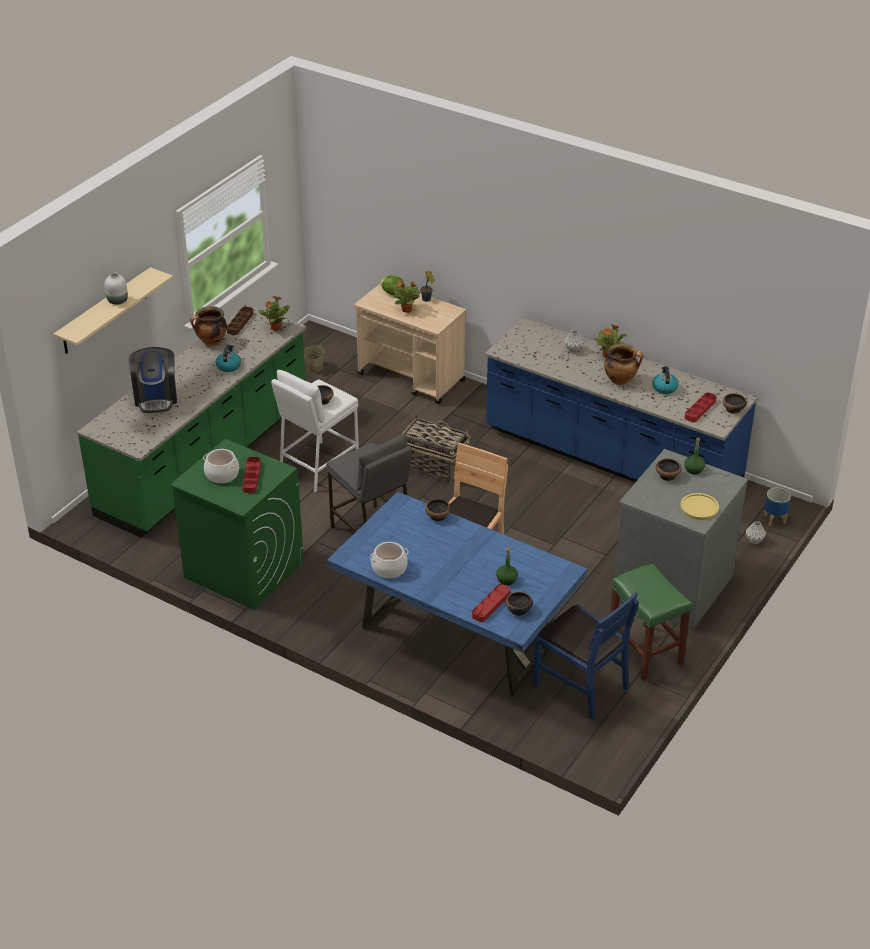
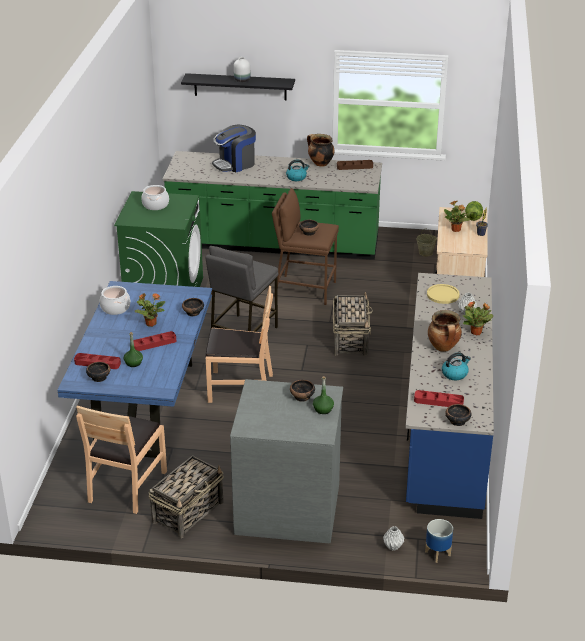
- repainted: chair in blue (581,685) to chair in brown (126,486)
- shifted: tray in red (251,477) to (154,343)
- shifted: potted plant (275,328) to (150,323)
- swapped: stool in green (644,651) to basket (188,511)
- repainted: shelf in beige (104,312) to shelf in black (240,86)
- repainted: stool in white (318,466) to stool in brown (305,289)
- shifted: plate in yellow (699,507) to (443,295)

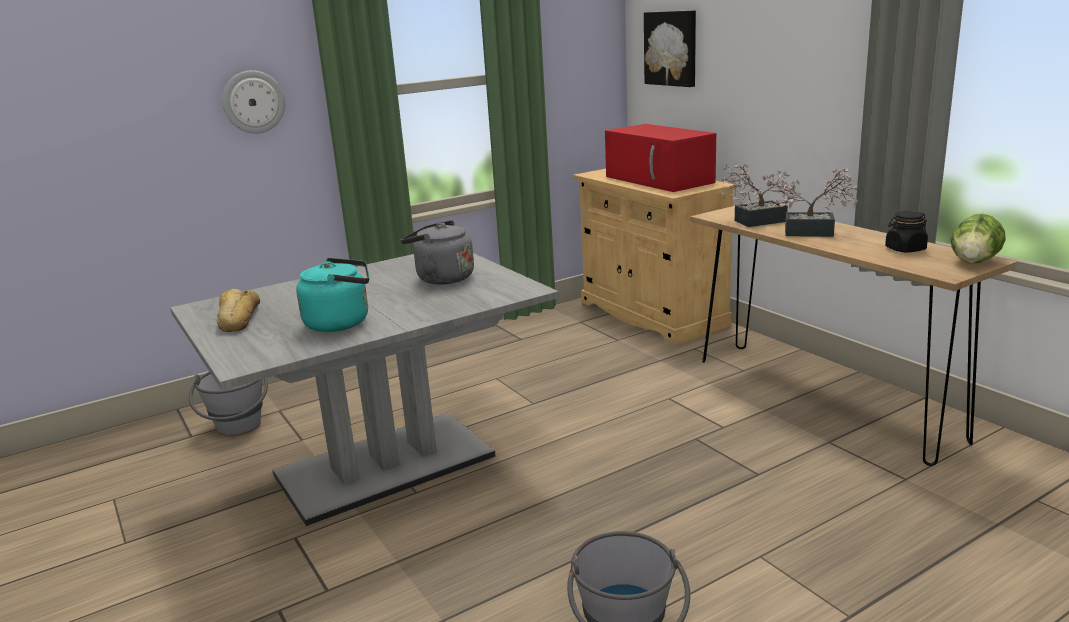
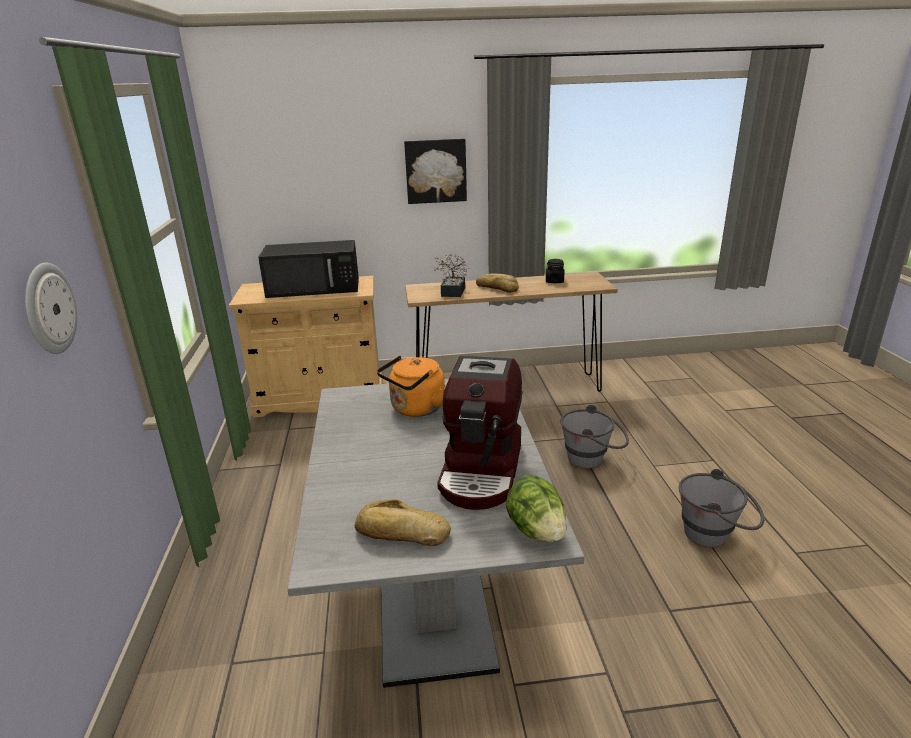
- repainted: microwave in red (660,180) to microwave in black (315,287)
- repainted: kettle in grey (441,278) to kettle in orange (415,409)
- shifted: picture (671,48) to (435,171)
- swapped: kettle in turquoise (342,322) to coffee machine (482,471)
- swapped: potted plant (815,232) to bread (497,287)
- shifted: lettuce (974,262) to (536,530)
- shifted: bucket in grey (238,430) to (592,459)

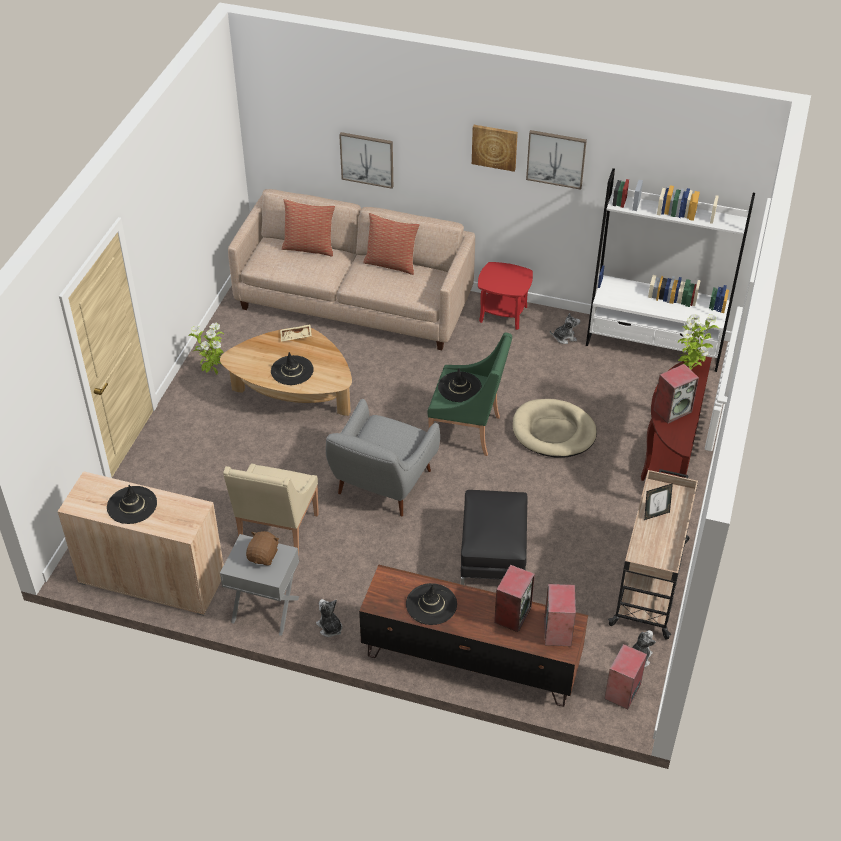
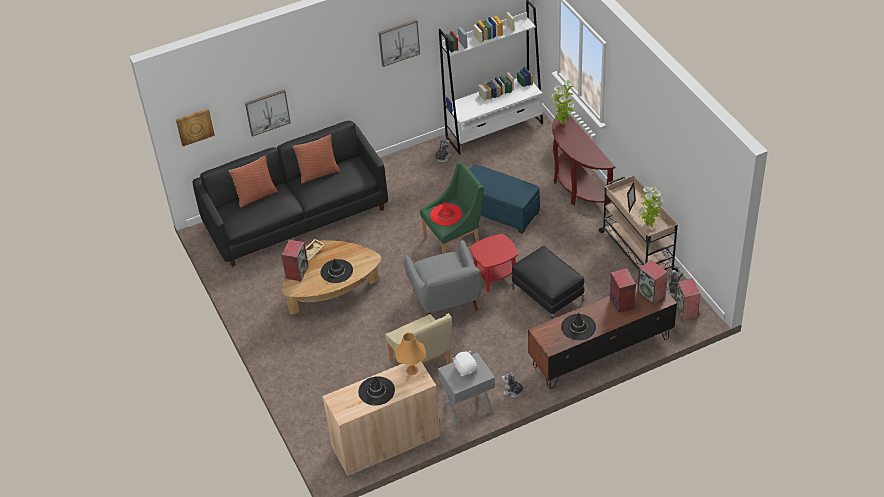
- shifted: picture (494,147) to (194,126)
- repainted: sofa in beige (355,301) to sofa in black (296,216)
- shifted: speaker (672,410) to (297,272)
- new: table lamp in orange (412,370)
- repainted: hat in black (459,387) to hat in red (446,215)
- repainted: plush toy in brown (263,556) to plush toy in white (465,369)
- swapped: dog bed in beige (553,431) to ottoman in blue (499,211)
- shifted: side table in red (503,314) to (495,276)
- shifted: potted plant (212,372) to (648,226)

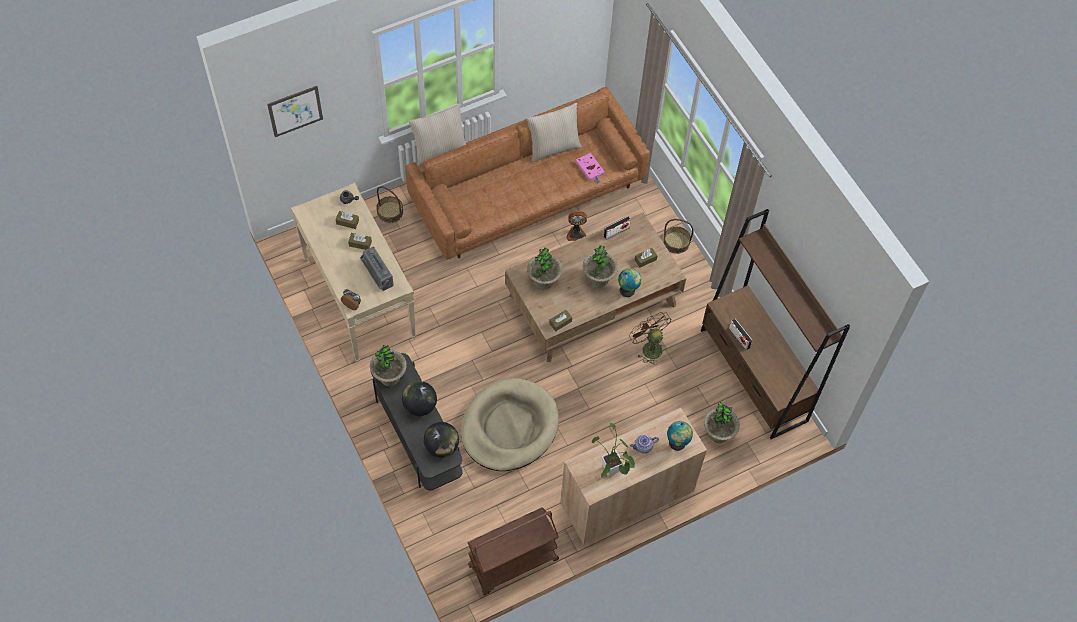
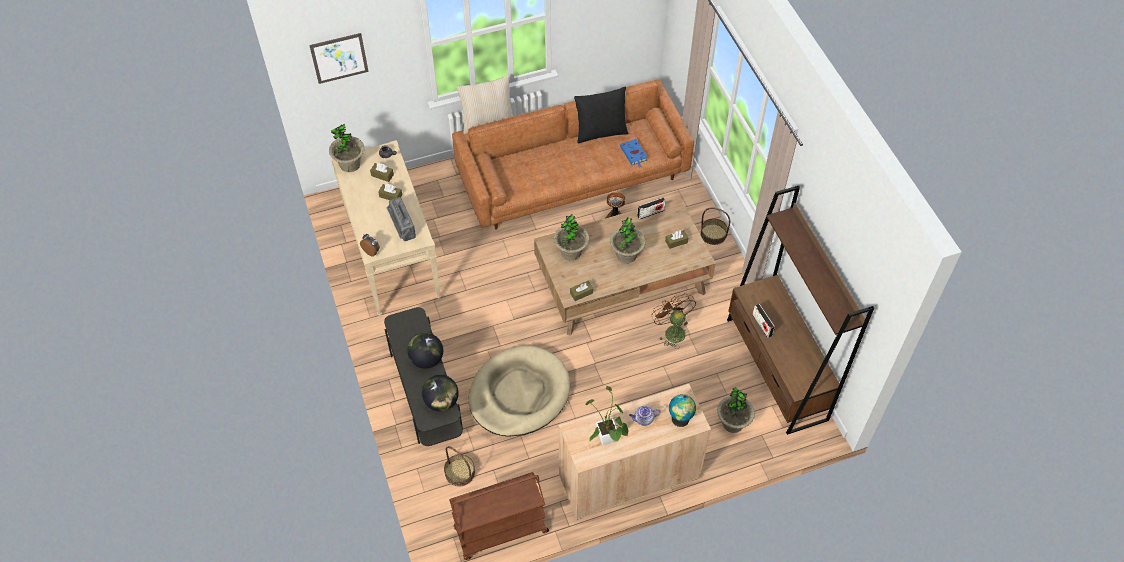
- shifted: potted plant (389,376) to (350,164)
- shifted: basket (390,212) to (459,472)
- repainted: pillow in beige (553,147) to pillow in black (600,132)
- repainted: book in pink (590,169) to book in blue (634,154)
- gone: globe (628,290)

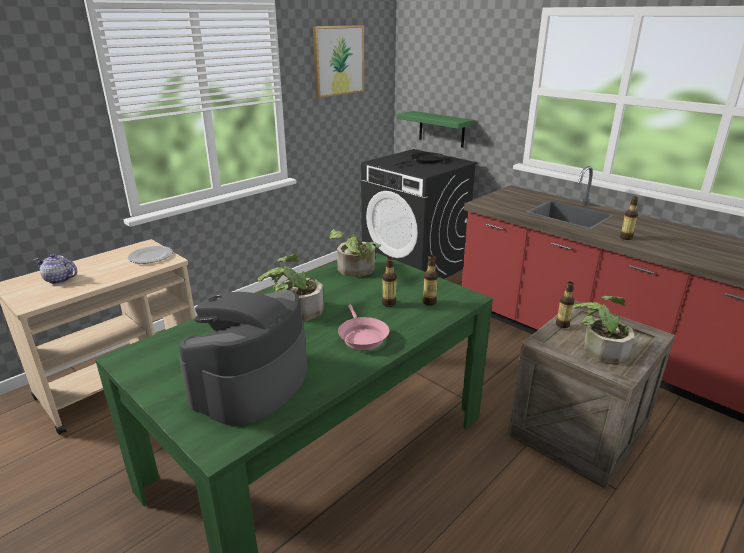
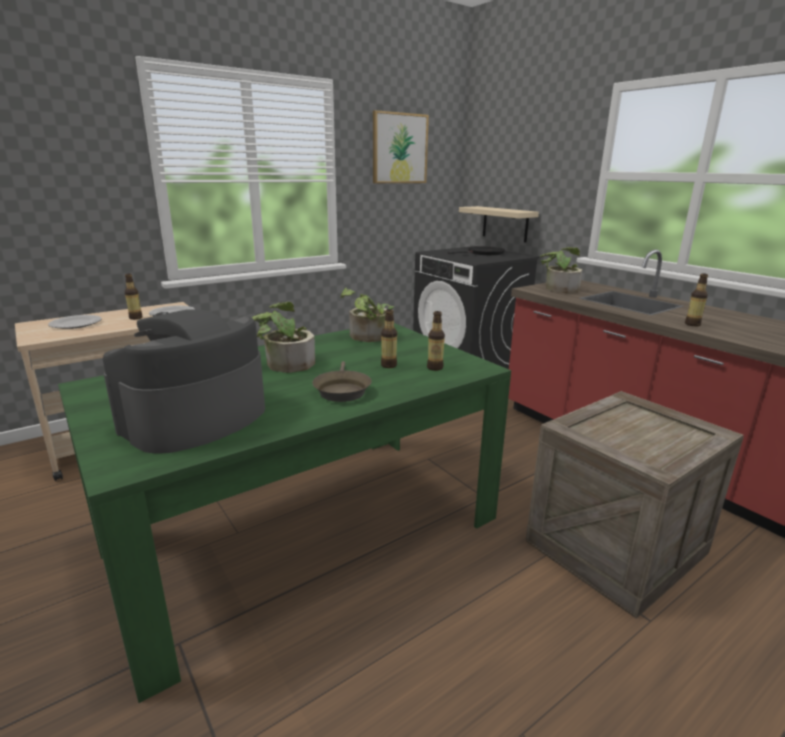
- swapped: teapot (59,280) to plate (75,324)
- shifted: bottle (562,325) to (135,318)
- repainted: frying pan in pink (362,336) to frying pan in brown (341,390)
- repainted: shelf in green (441,129) to shelf in beige (505,224)
- shifted: potted plant (599,349) to (558,288)

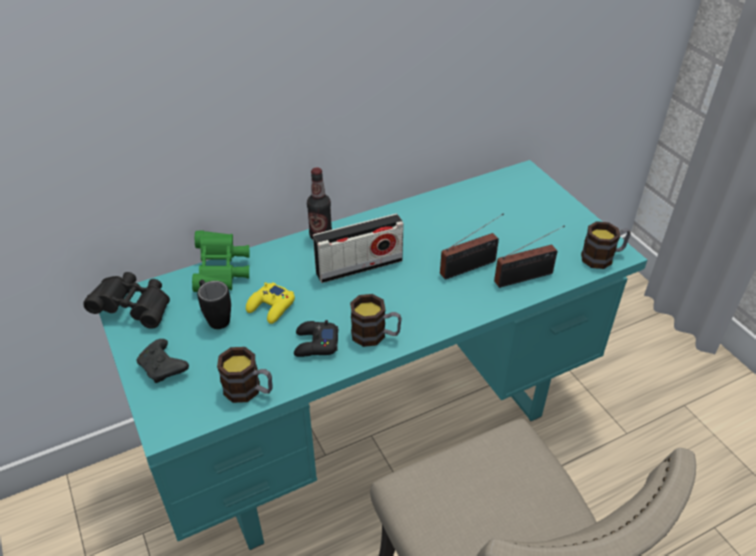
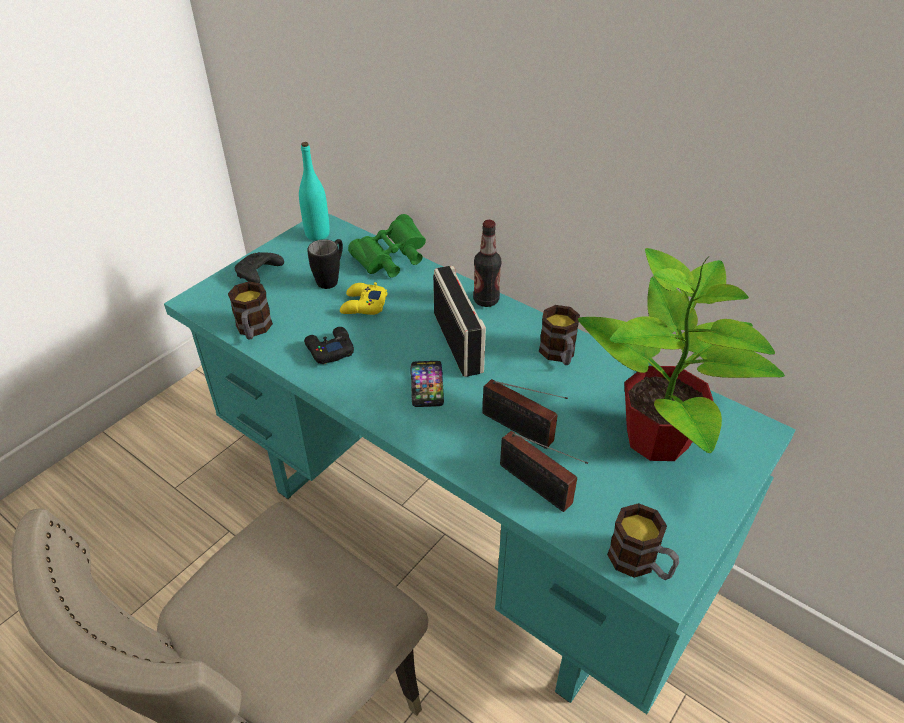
- swapped: binoculars in black (135,309) to bottle in turquoise (317,234)
- new: phone (427,384)
- rotated: radio (359,267) = (458,342) 150 degrees counterclockwise
- shifted: mug (375,335) to (559,355)
- new: potted plant (659,439)

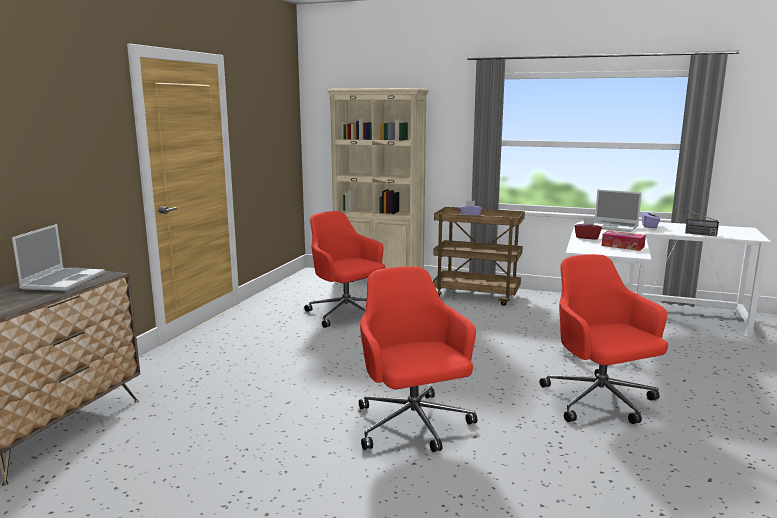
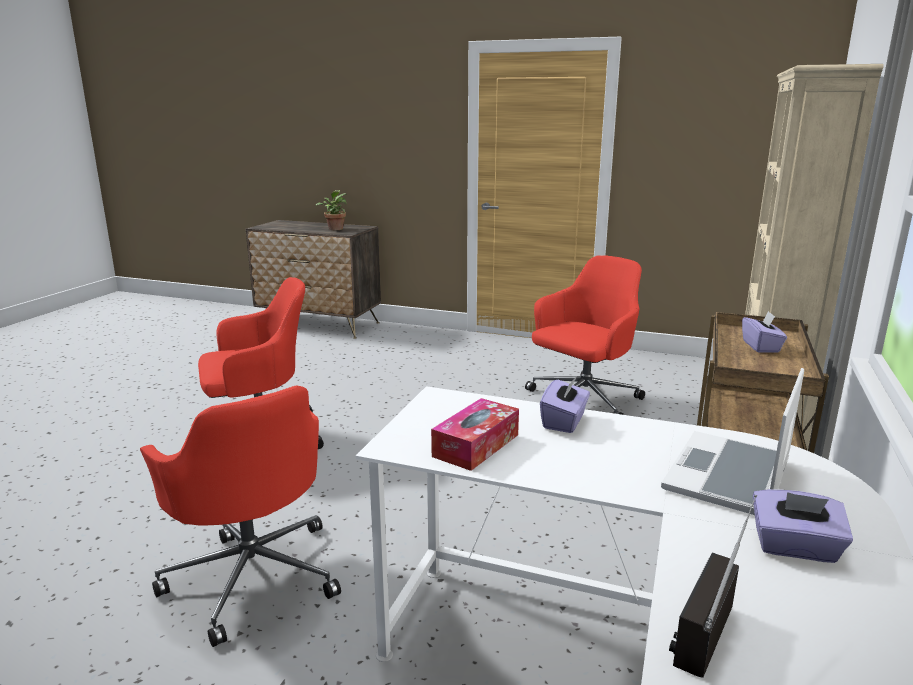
- rotated: office chair in red (600,401) = (253,574) 75 degrees clockwise
- swapped: laptop (63,281) to potted plant (335,228)
- repainted: tissue box in red (587,237) to tissue box in purple (564,421)

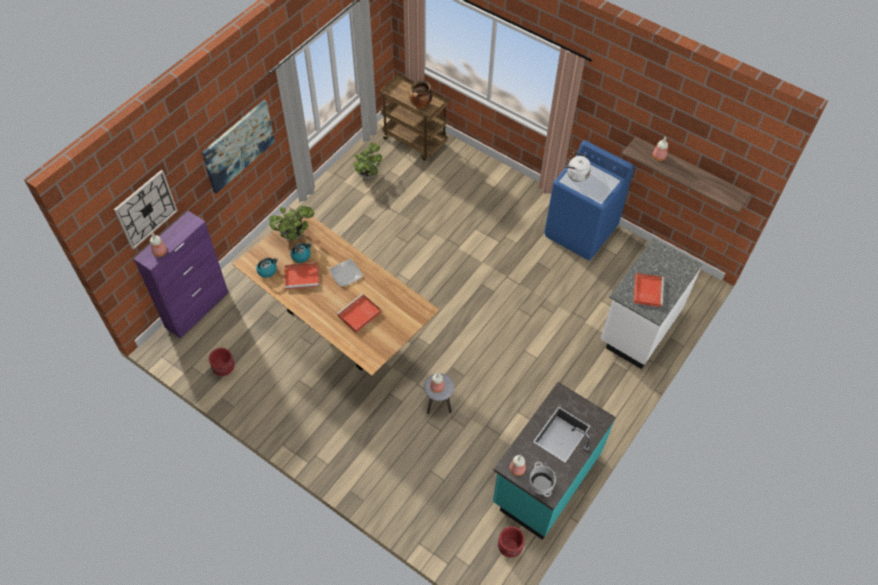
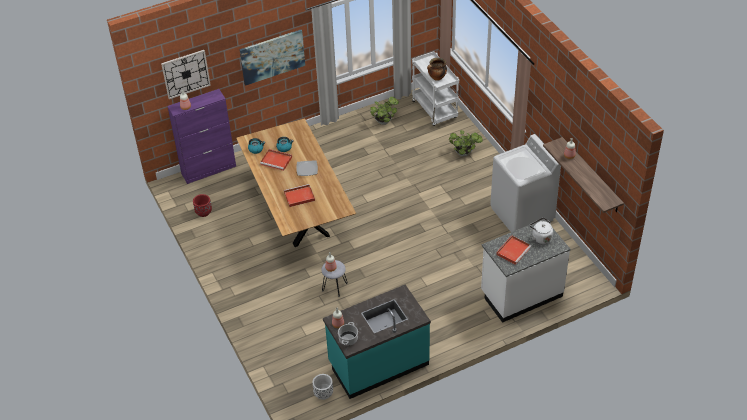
- repainted: planter in red (509,547) to planter in white (323,394)
- repainted: cart in brown (415,141) to cart in white (435,110)
- shifted: potted plant (294,234) to (464,153)
- repainted: washing machine in blue (581,231) to washing machine in white (522,214)
- shifted: kettle in white (576,175) to (540,237)

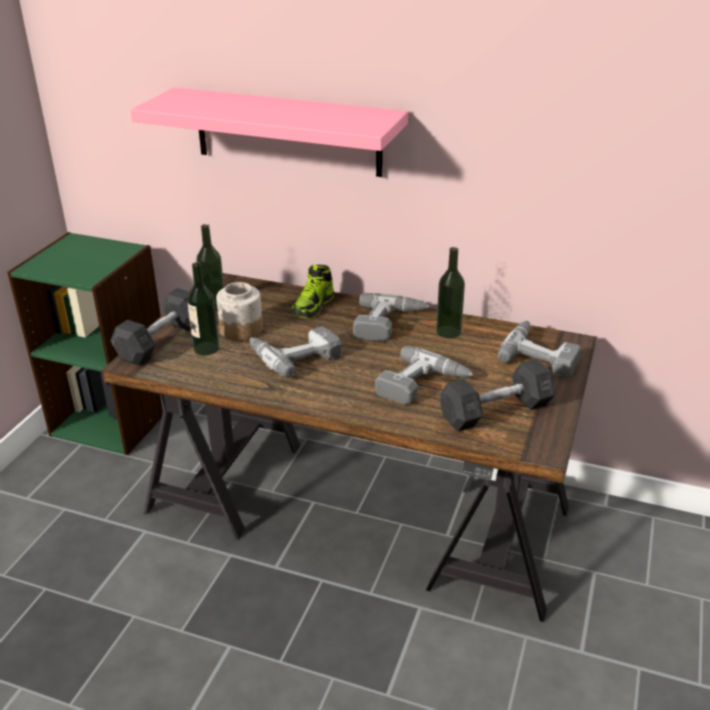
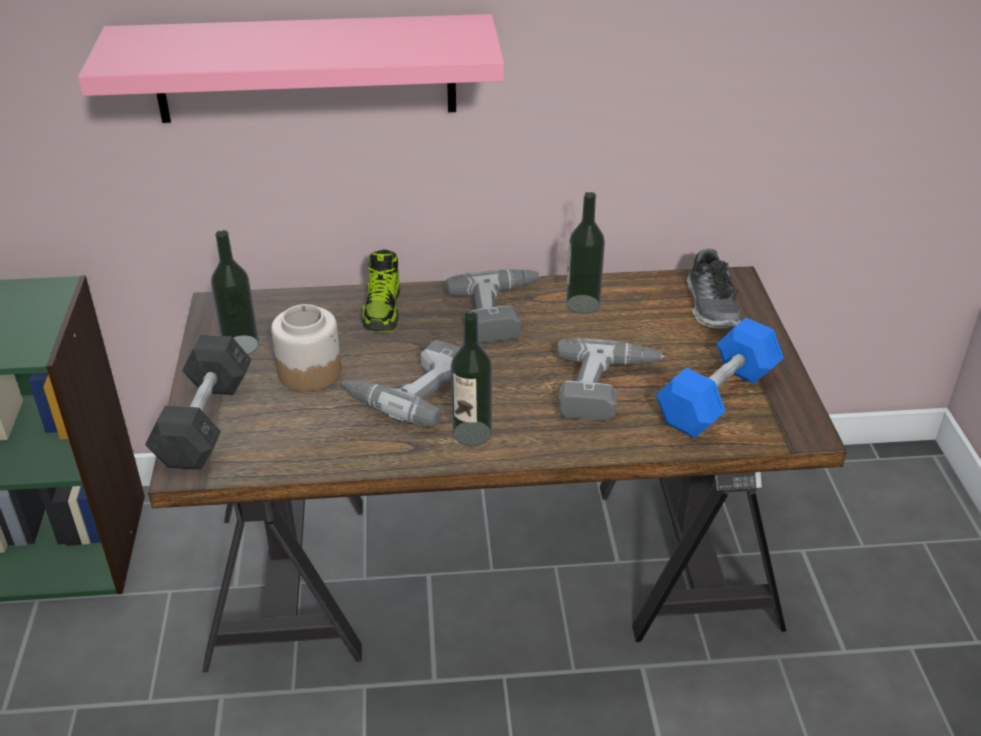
- shifted: bottle (206,348) to (472,433)
- repainted: dumbbell in grey (495,411) to dumbbell in blue (717,397)
- swapped: power drill (541,354) to shoe (712,306)

